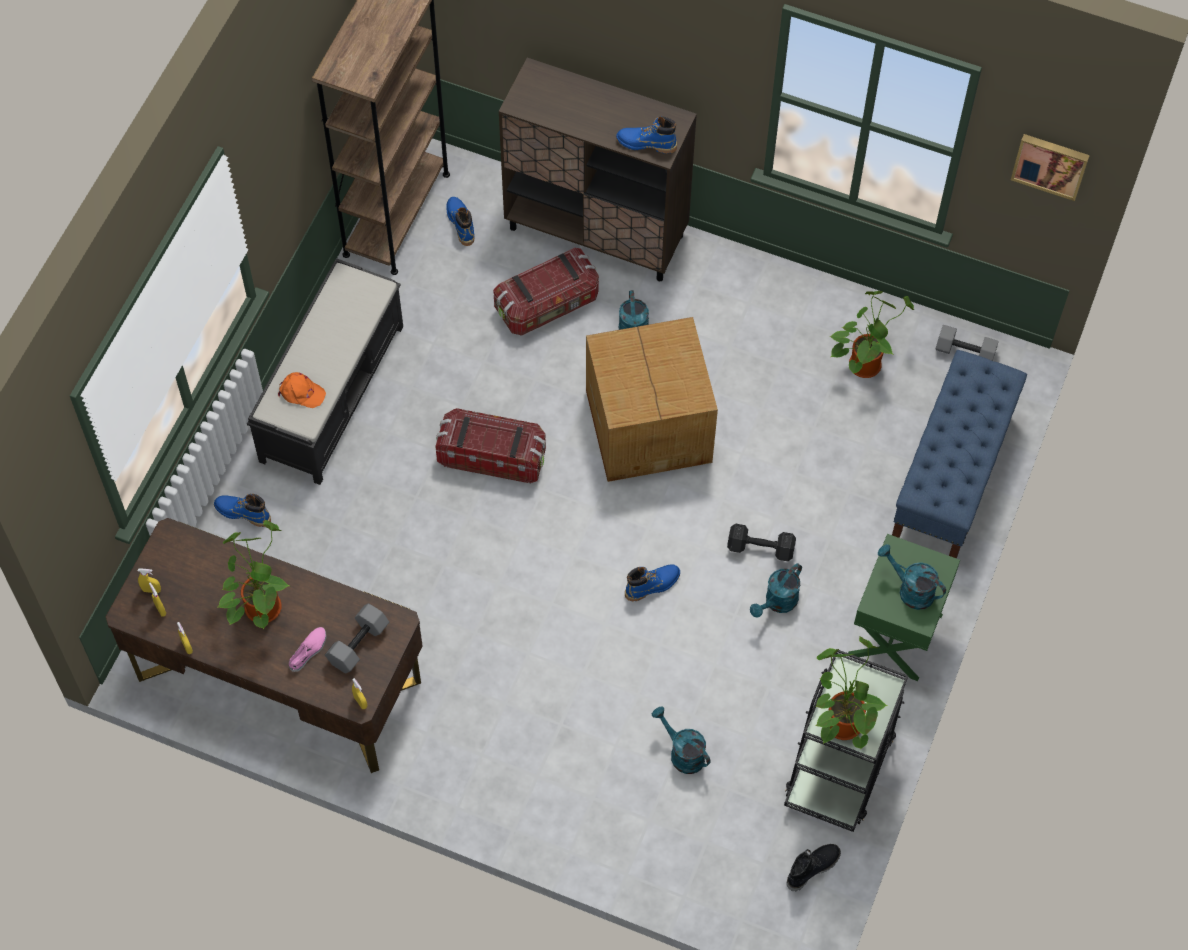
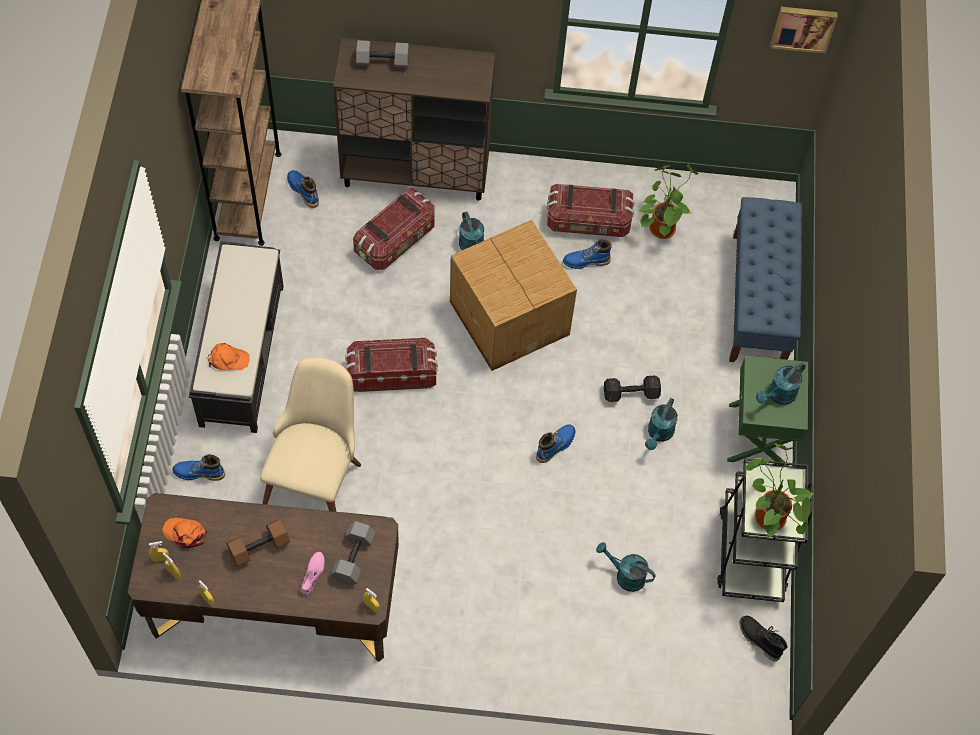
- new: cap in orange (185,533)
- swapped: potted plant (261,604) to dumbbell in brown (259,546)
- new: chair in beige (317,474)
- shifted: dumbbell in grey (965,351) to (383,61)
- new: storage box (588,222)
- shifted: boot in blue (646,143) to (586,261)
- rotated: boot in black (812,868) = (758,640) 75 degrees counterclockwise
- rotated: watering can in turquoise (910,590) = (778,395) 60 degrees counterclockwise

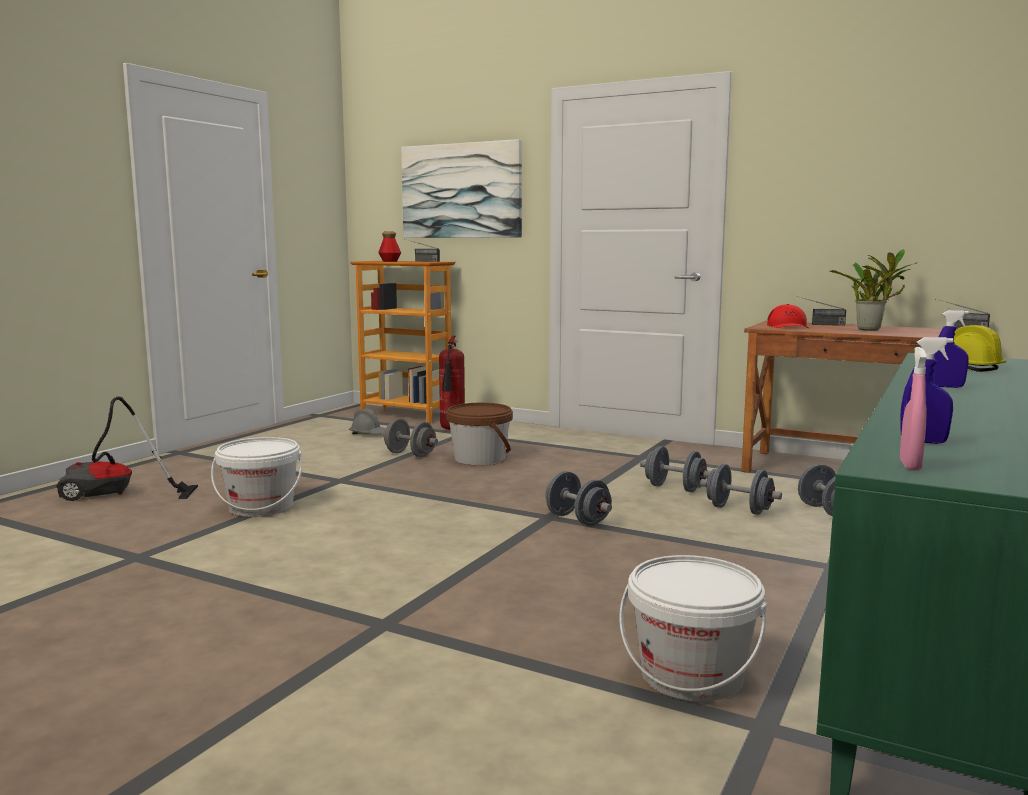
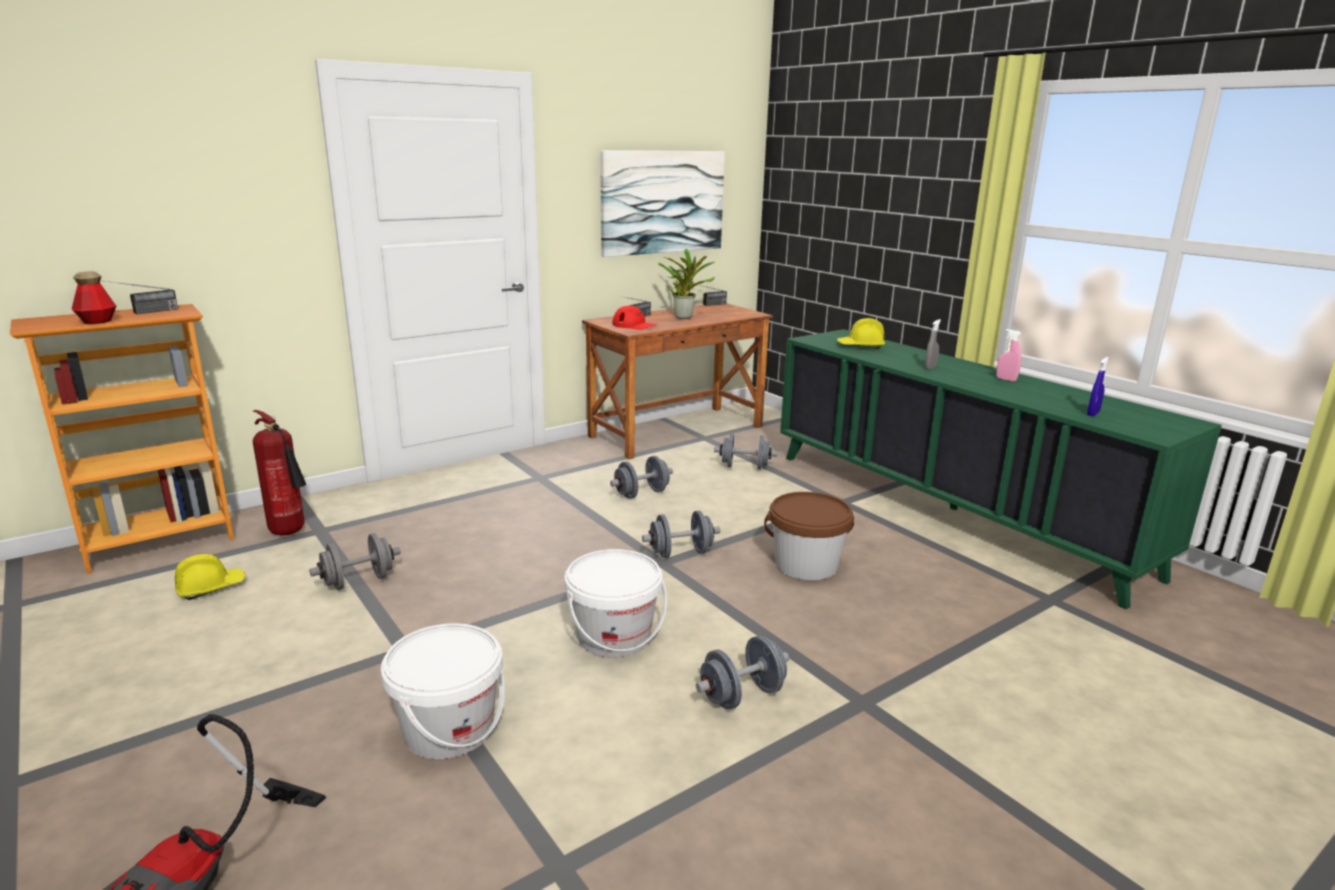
- repainted: hard hat in grey (369,434) to hard hat in yellow (211,588)
- shifted: bucket in white (691,675) to (614,636)
- shifted: picture (461,191) to (662,202)
- shifted: dumbbell in grey (739,510) to (742,695)
- shifted: bucket in brown (480,459) to (806,565)
- repainted: spray bottle in blue (947,387) to spray bottle in grey (930,368)
- shifted: spray bottle in pink (910,465) to (1006,379)

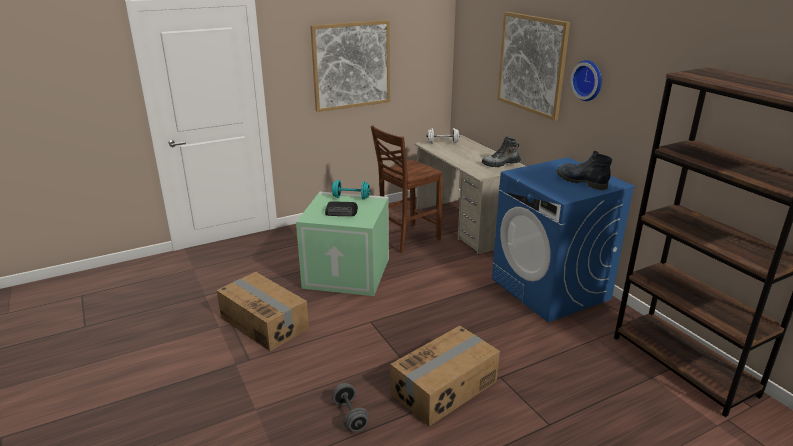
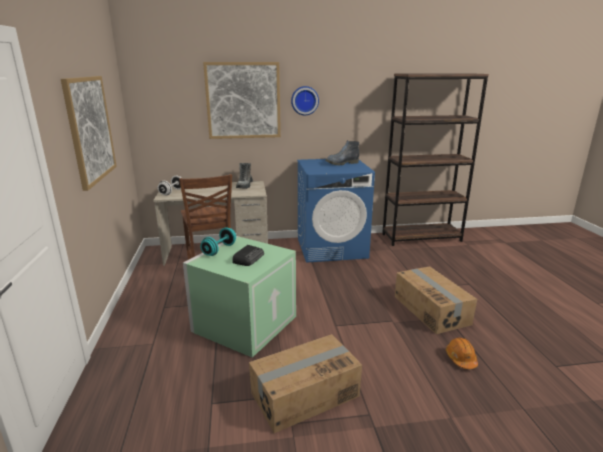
- swapped: dumbbell in grey (350,416) to hard hat in orange (461,358)

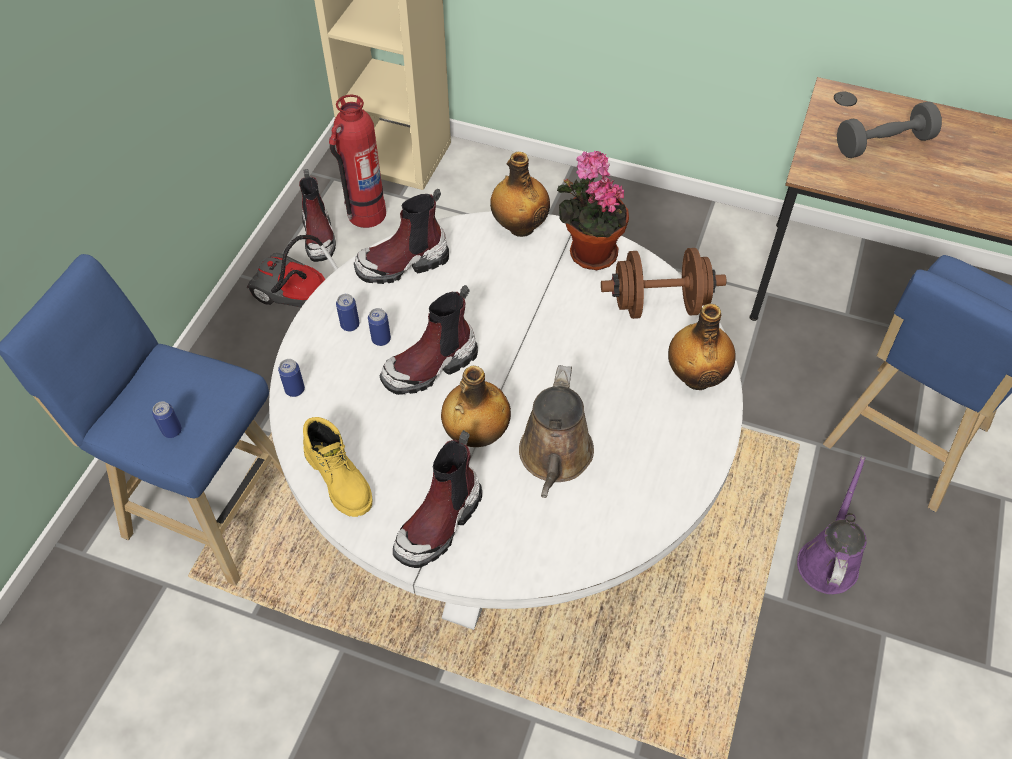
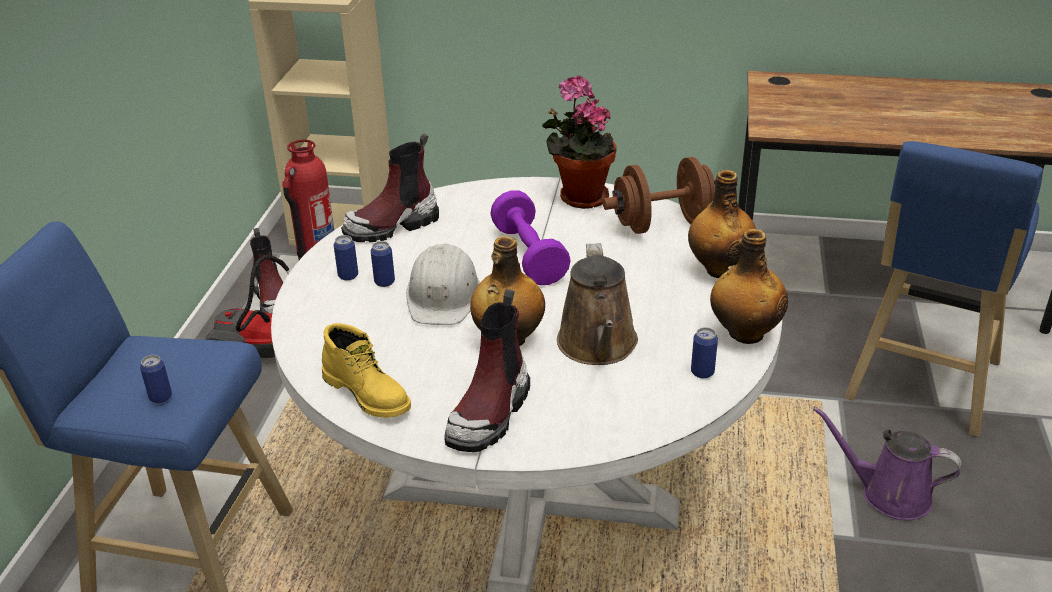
- swapped: boot (431,366) to hard hat in white (444,295)
- new: dumbbell in purple (529,255)
- shifted: can (295,390) to (702,372)
- shifted: bottle (519,226) to (744,333)
- rotated: watering can in purple (828,559) = (888,494) 75 degrees counterclockwise
- gone: dumbbell in grey (883,144)

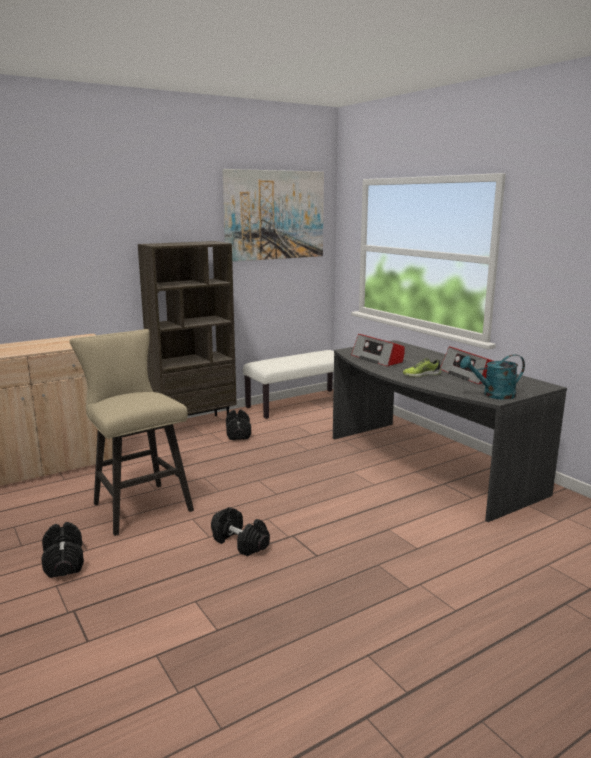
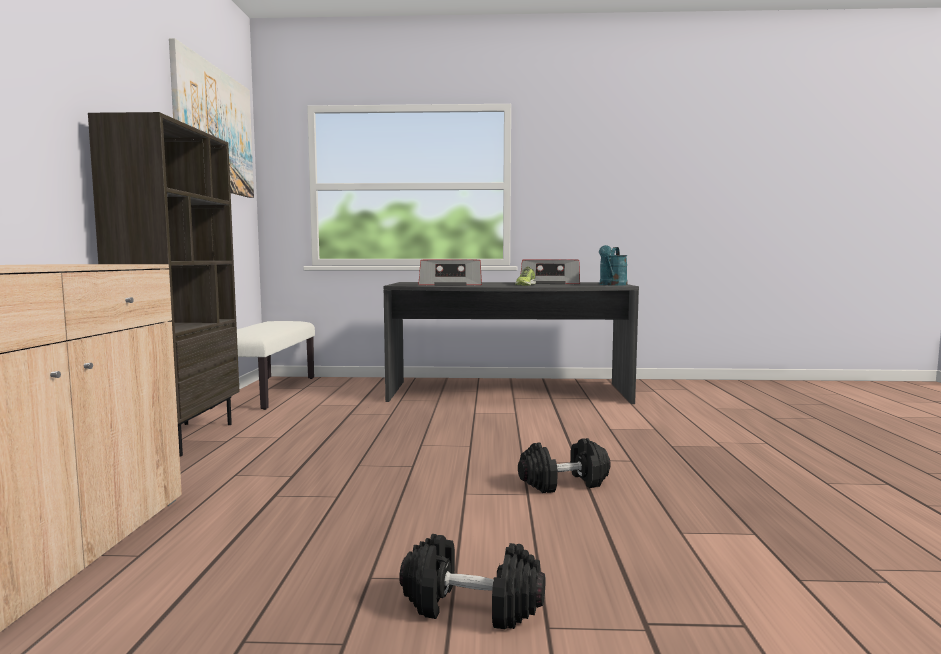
- gone: stool in beige (138,505)
- gone: dumbbell in black (238,434)

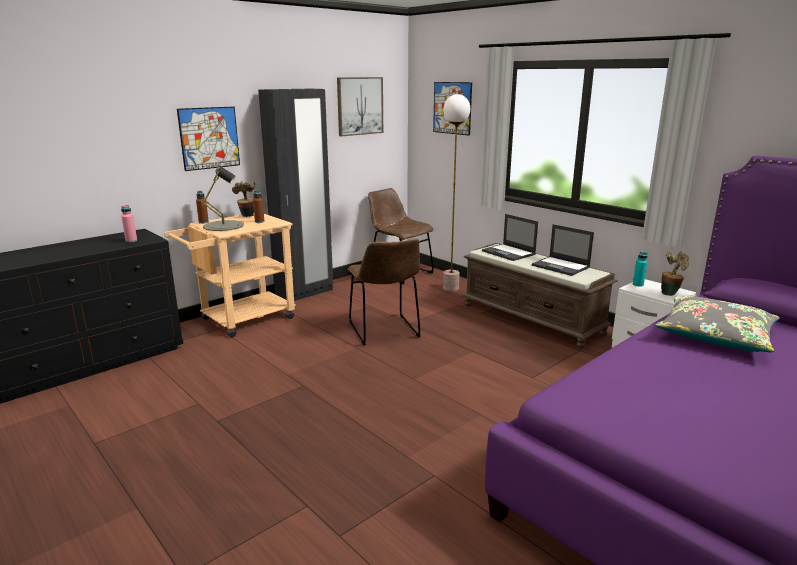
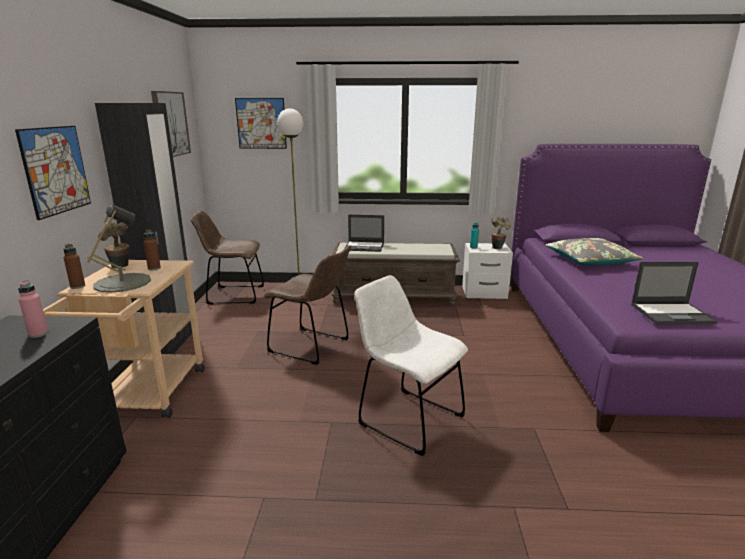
- new: chair in white (406,418)
- shifted: laptop (561,266) to (672,313)

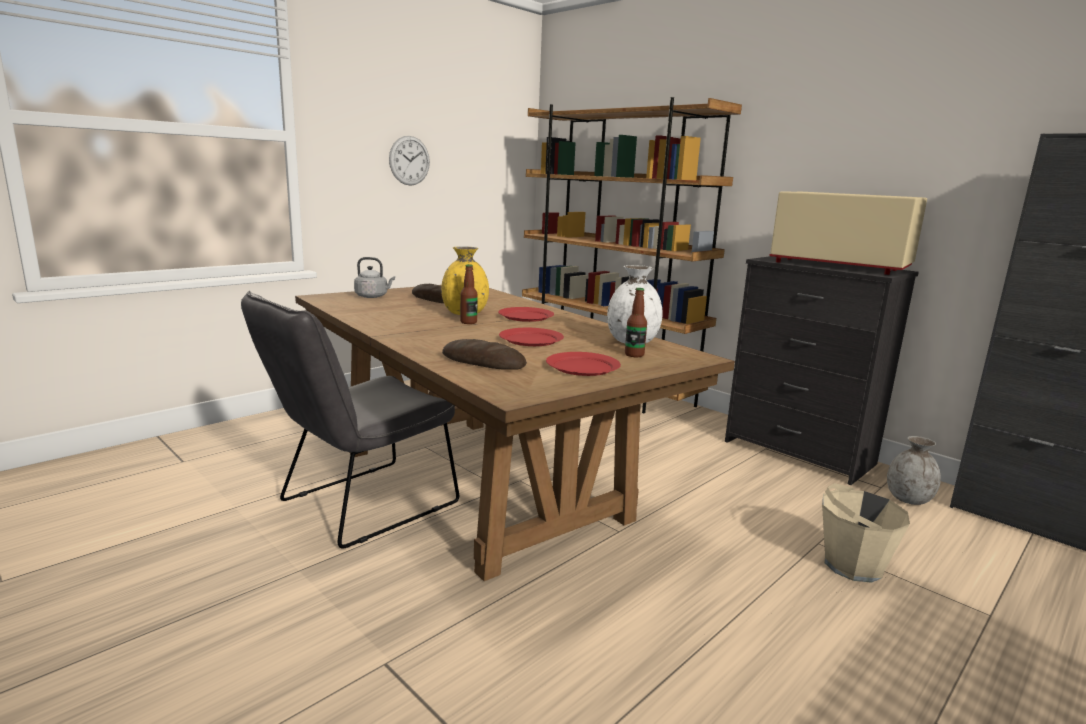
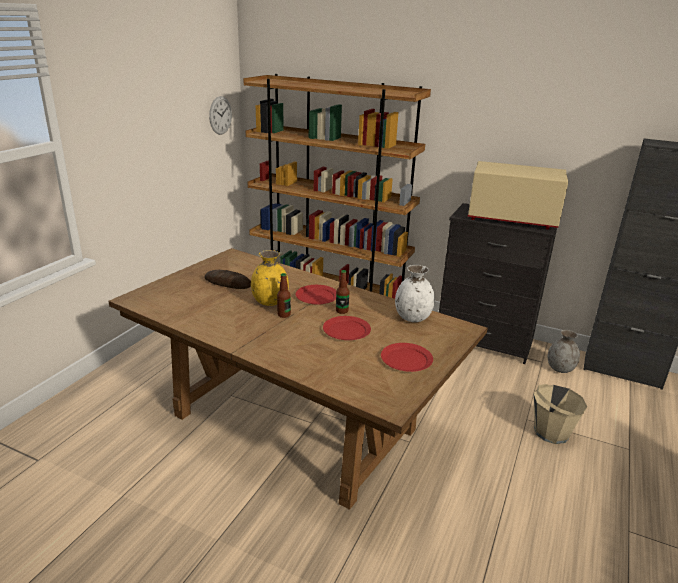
- shifted: wall clock (409,160) to (220,115)
- shifted: bottle (634,355) to (342,311)
- gone: chair in grey (359,506)
- gone: kettle in grey (373,296)
- gone: bread (483,362)

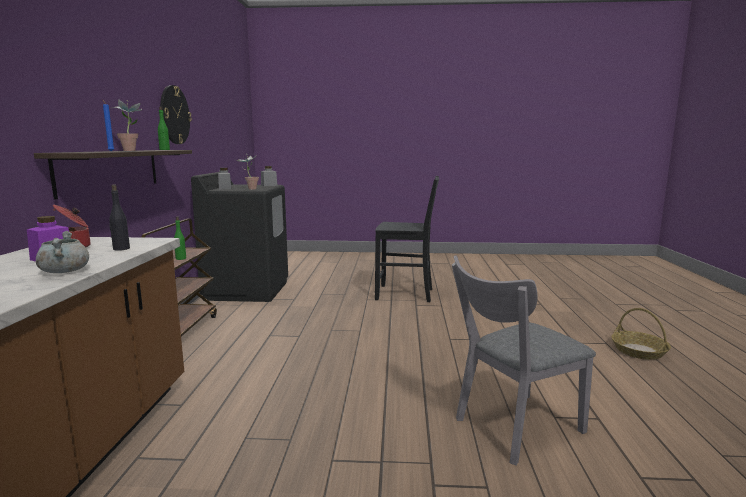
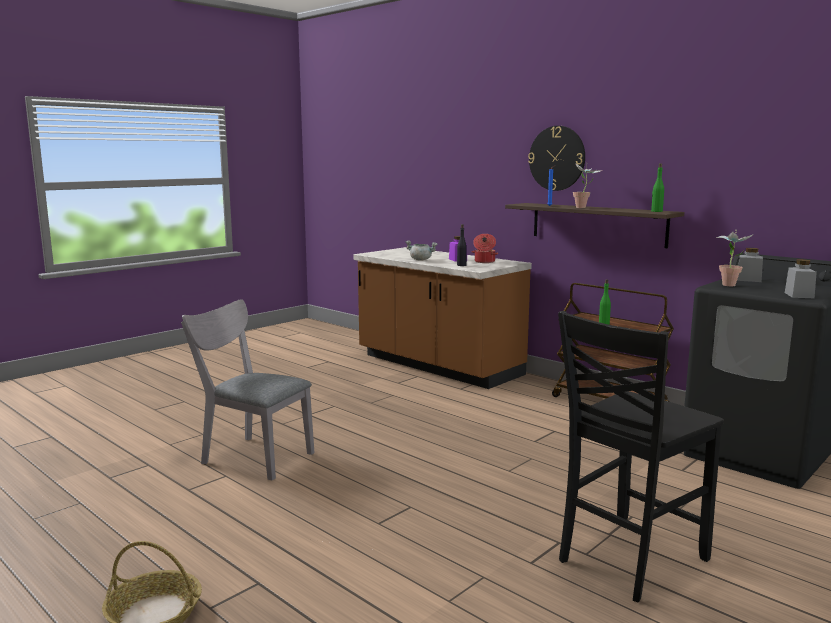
- rotated: chair in grey (512,428) = (252,456) 75 degrees counterclockwise
- shifted: wall clock (174,115) to (557,158)

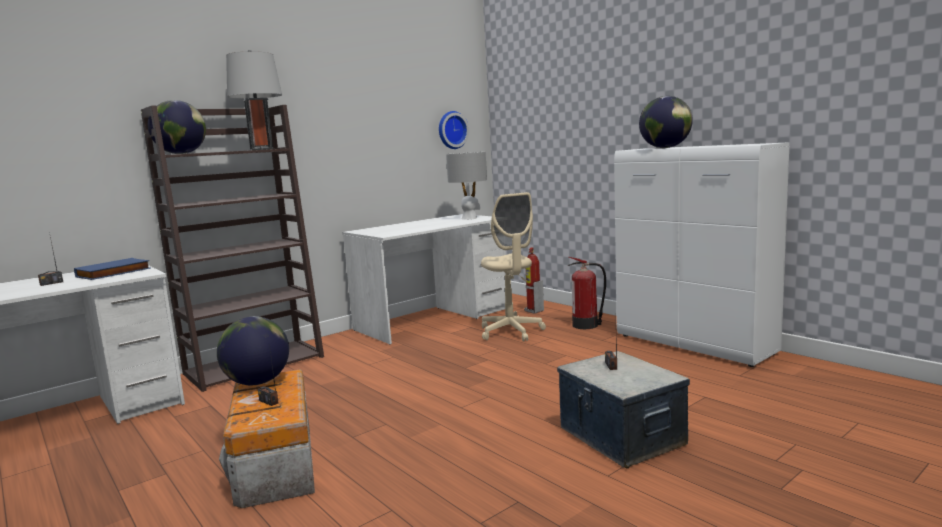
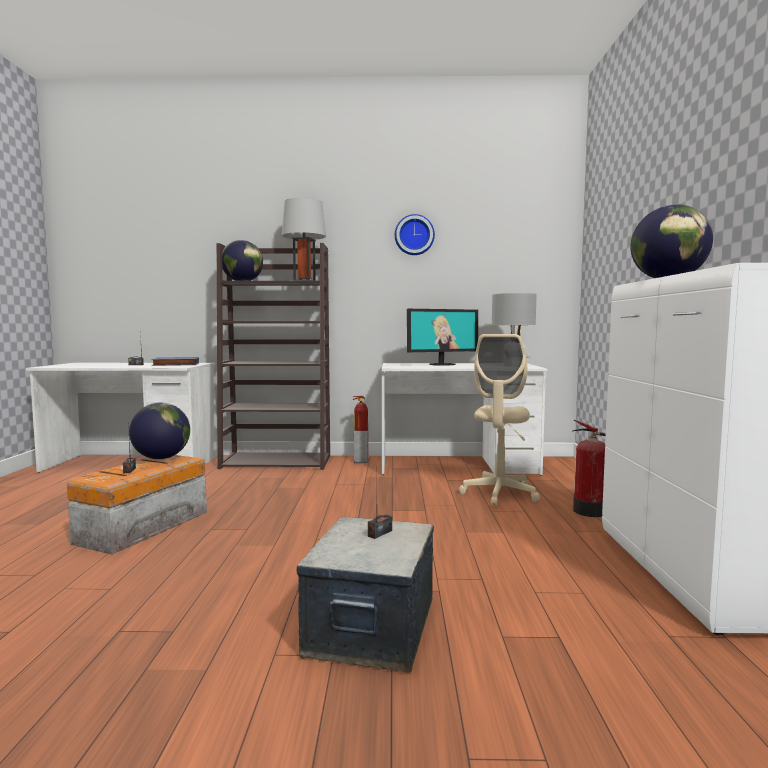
- shifted: fire extinguisher (533,311) to (360,461)
- shifted: wall clock (451,130) to (414,235)
- new: monitor (442,364)

